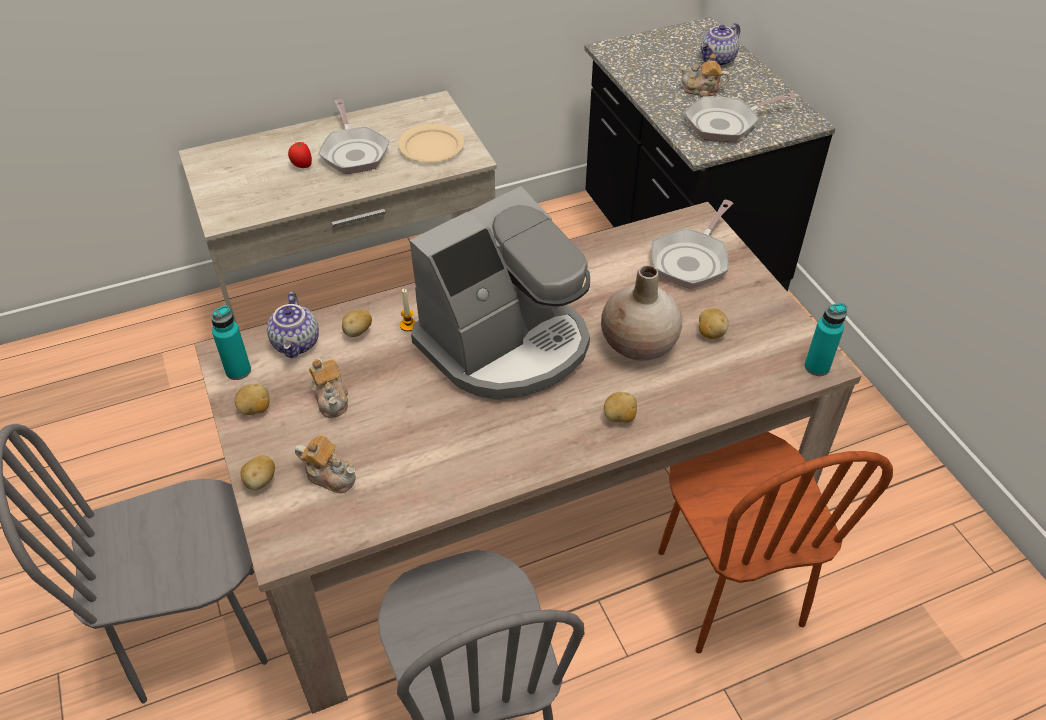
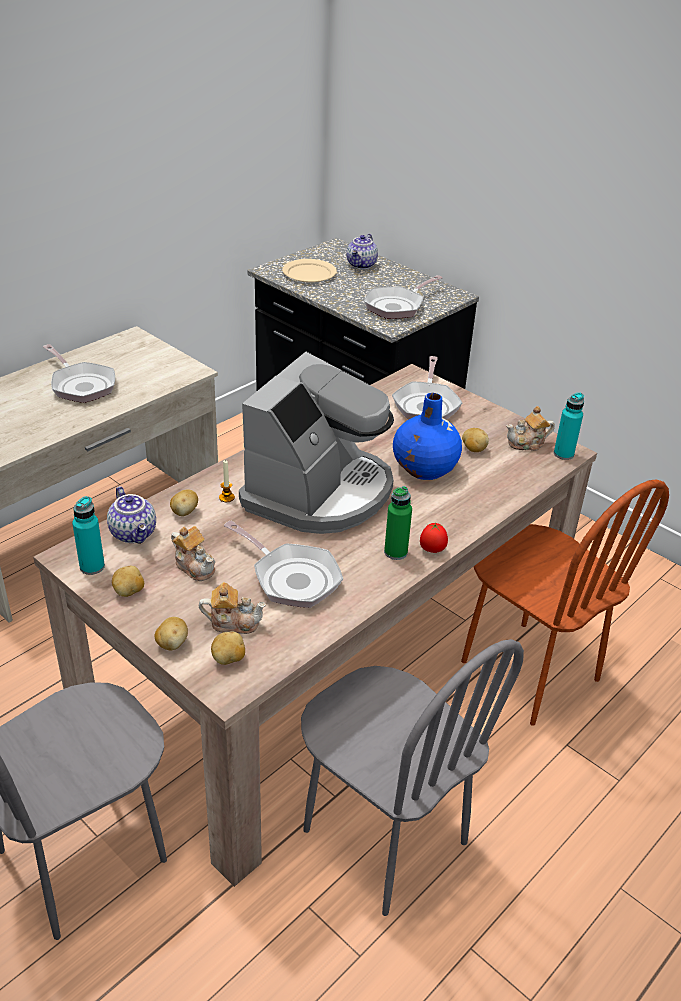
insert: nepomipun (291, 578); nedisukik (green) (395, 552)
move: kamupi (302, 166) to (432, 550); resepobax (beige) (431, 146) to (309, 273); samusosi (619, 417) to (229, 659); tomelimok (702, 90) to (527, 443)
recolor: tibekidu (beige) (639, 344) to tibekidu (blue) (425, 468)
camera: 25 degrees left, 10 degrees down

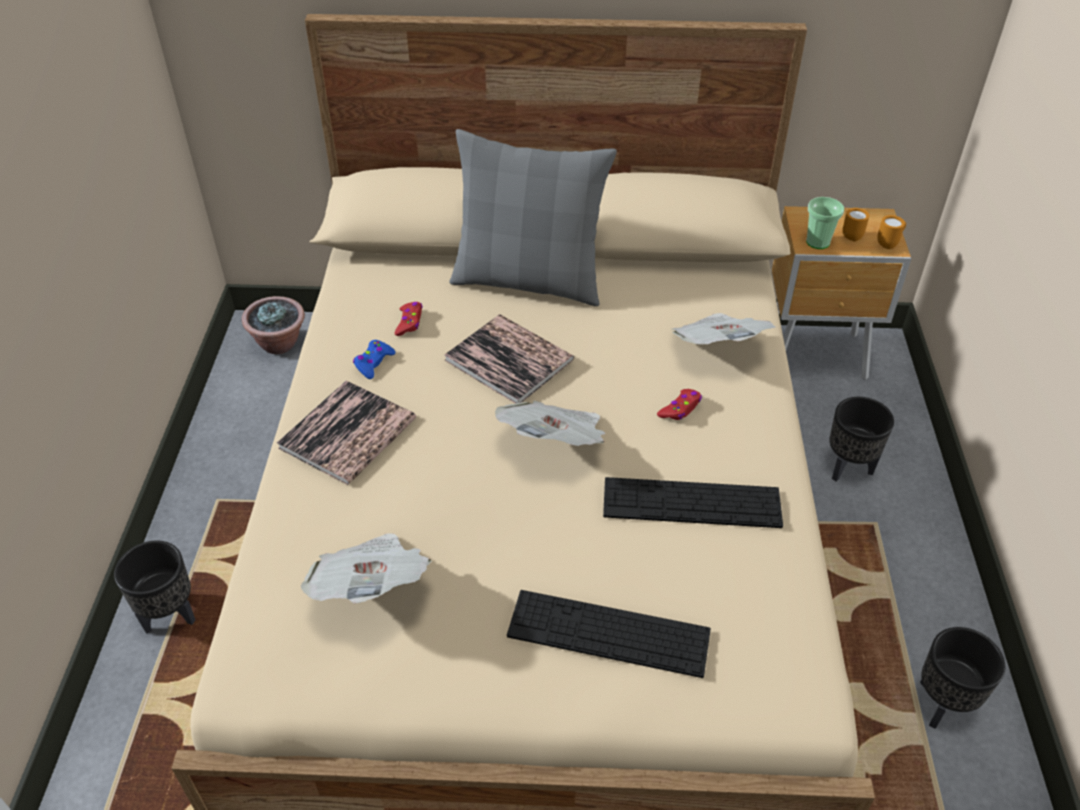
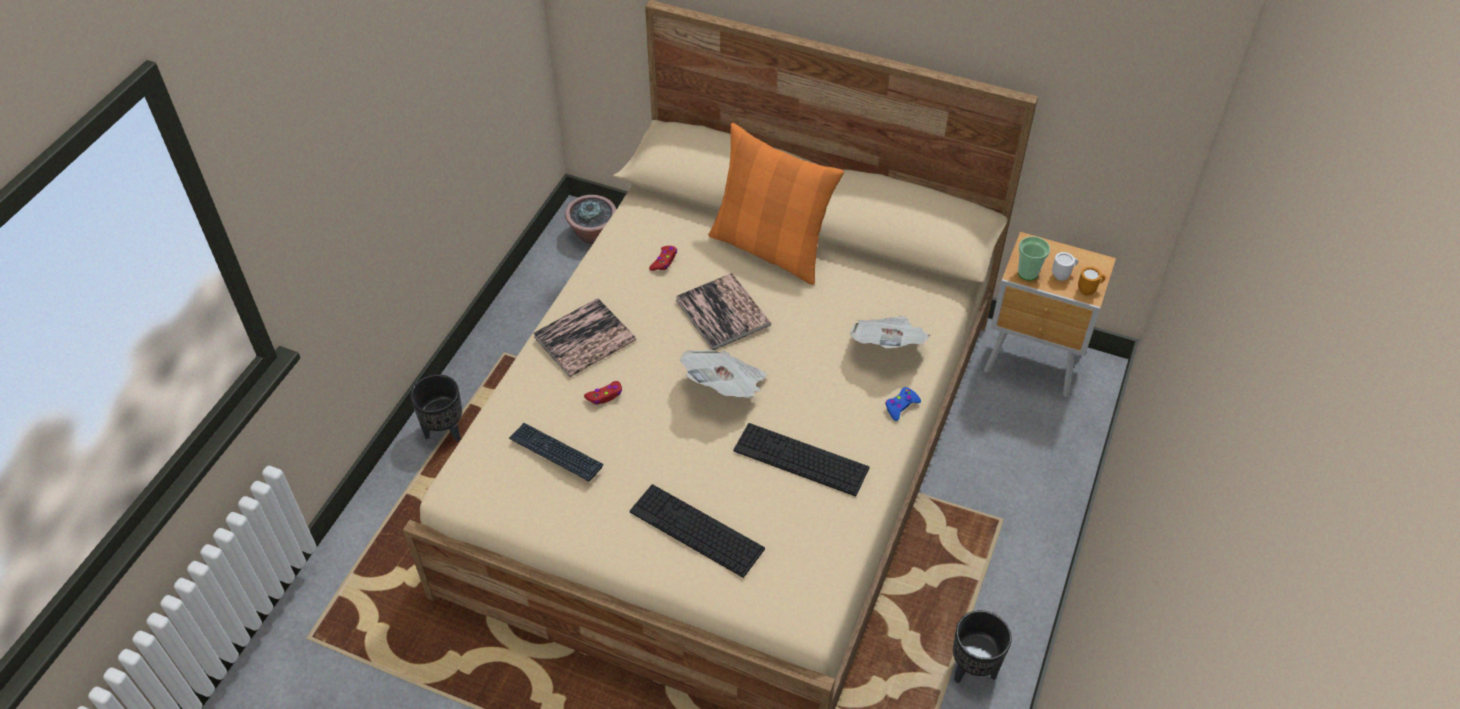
delete: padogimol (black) (849, 468)
move: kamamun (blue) (373, 363) to (901, 406); kamamun (red) (680, 409) to (605, 396)
replace: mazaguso (371, 587) to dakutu (556, 453)
recolor: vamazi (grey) (528, 281) to vamazi (orange) (770, 249); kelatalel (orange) (854, 236) to kelatalel (white) (1062, 275)
camera: 20 degrees right, 5 degrees up

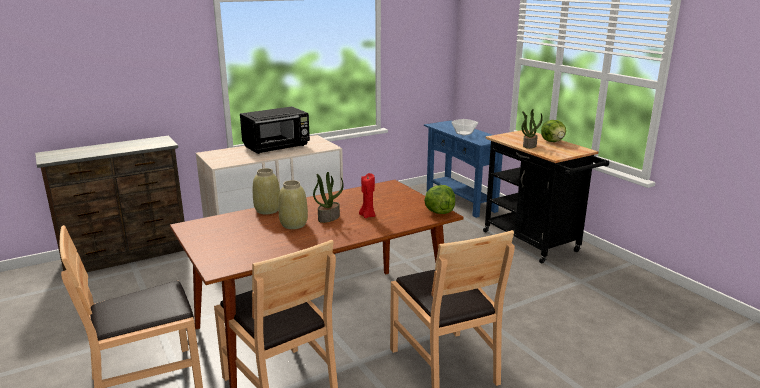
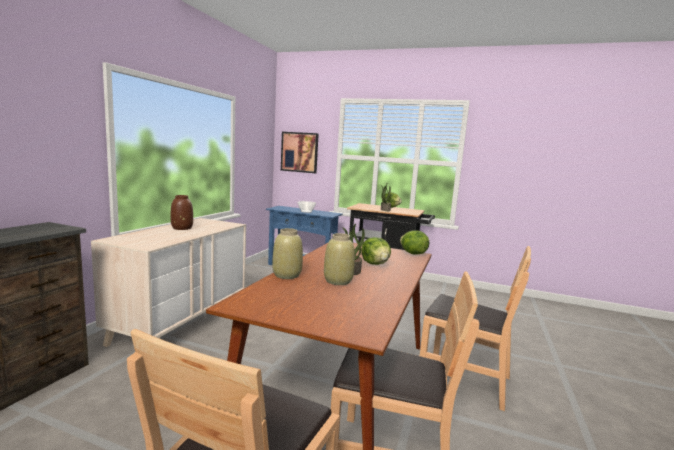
insert: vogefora (299, 152)
replace: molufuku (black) (277, 147) to tibekidu (brown) (182, 228); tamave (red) (367, 215) to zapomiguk (375, 264)
camera: 40 degrees left, 10 degrees down

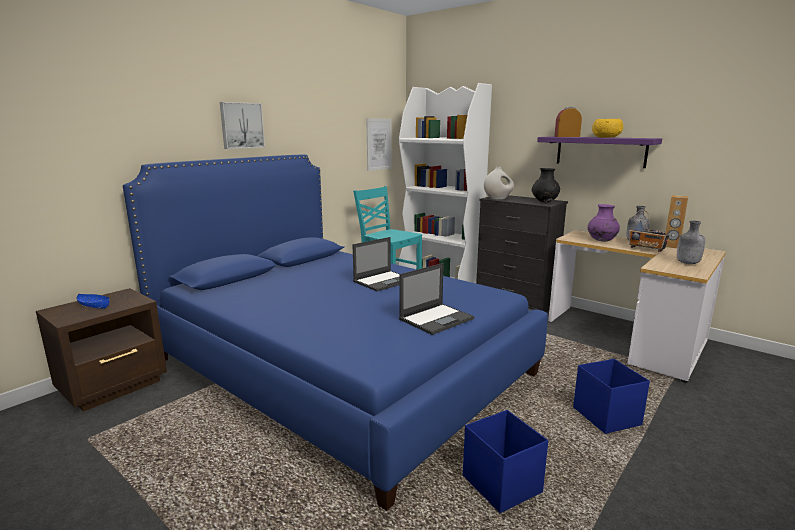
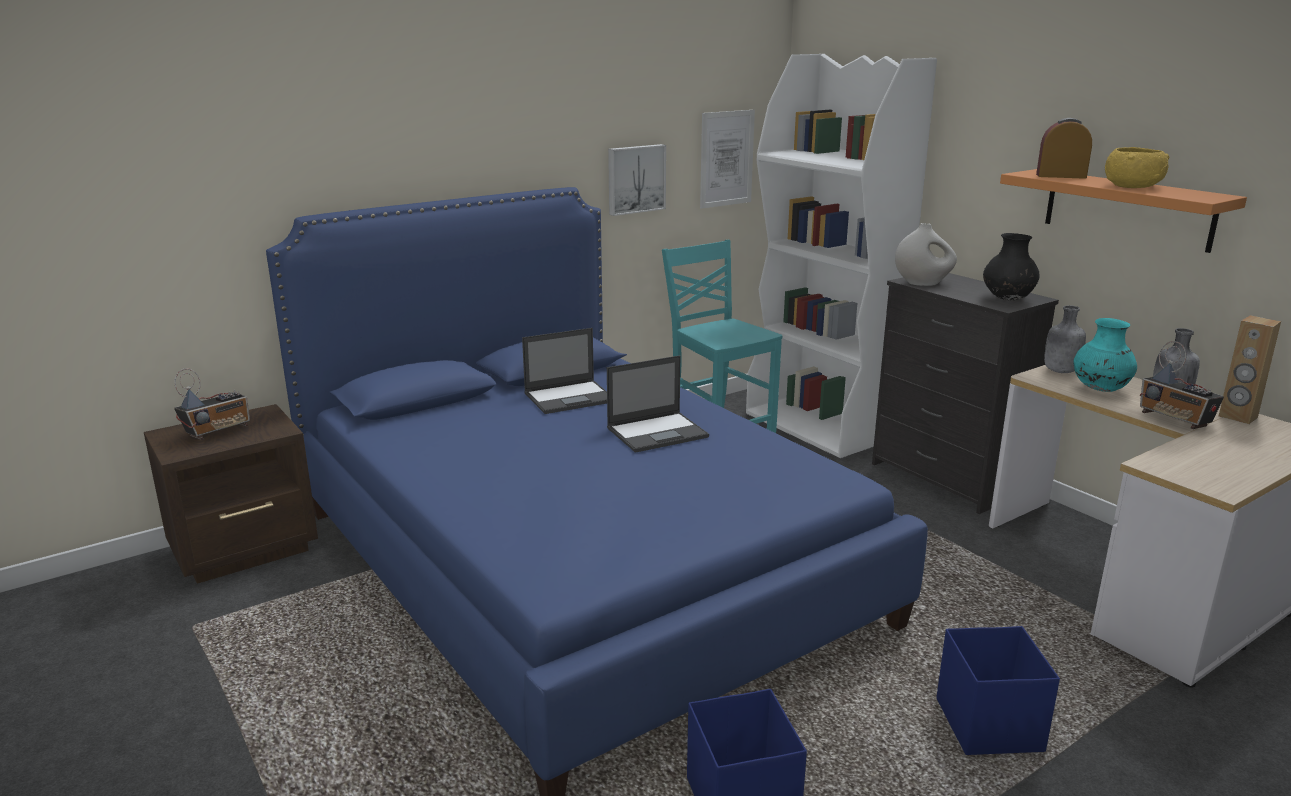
move: vogefora (241, 125) to (635, 179); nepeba (437, 319) to (570, 397); nedisukik (grey) (687, 263) to (1059, 371)
replace: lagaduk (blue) (94, 305) to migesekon (218, 431)
recolor: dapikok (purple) (600, 151) to dapikok (orange) (1127, 209); tibekidu (purple) (601, 241) to tibekidu (turquoise) (1100, 389)
camera: 15 degrees right, 5 degrees up

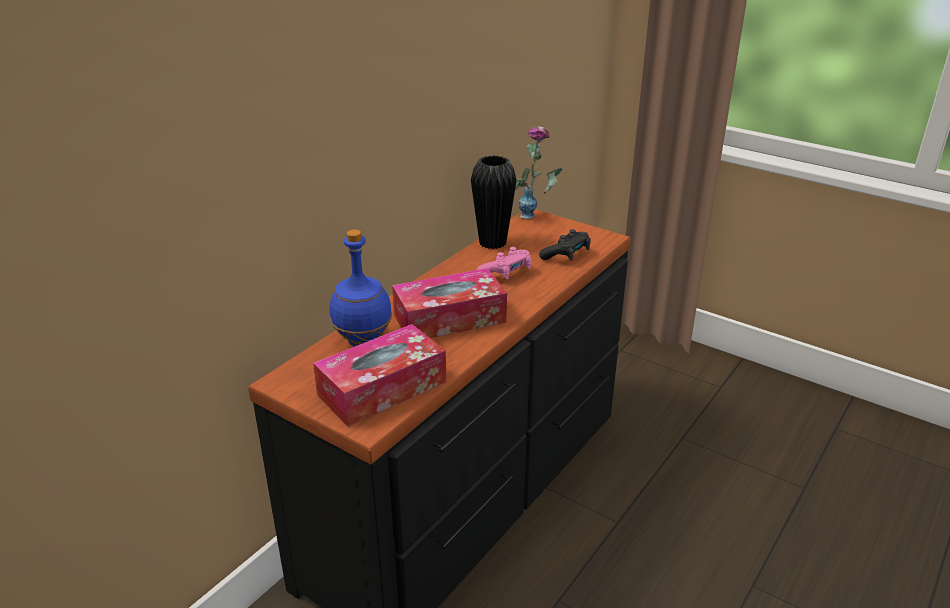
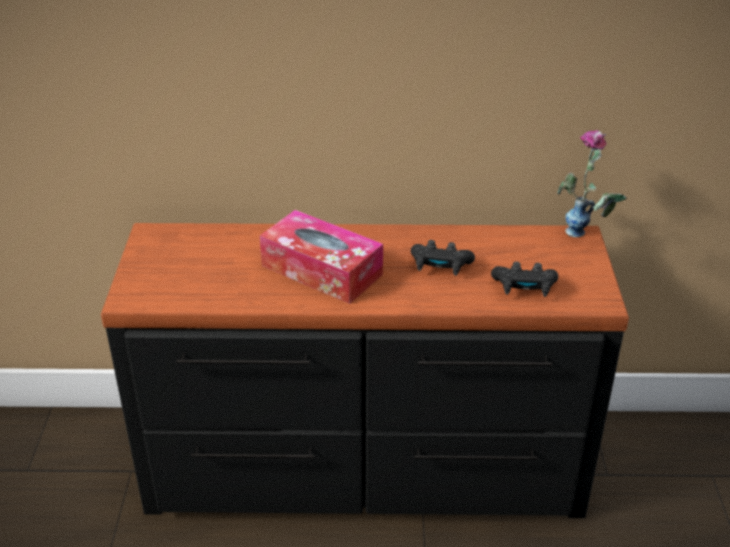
delete: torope (382, 388); nedisukik (blue) (362, 340); tibekidu (black) (492, 243)
recolor: kamamun (pink) (506, 273) to kamamun (black) (440, 267)
camera: 55 degrees right, 5 degrees up

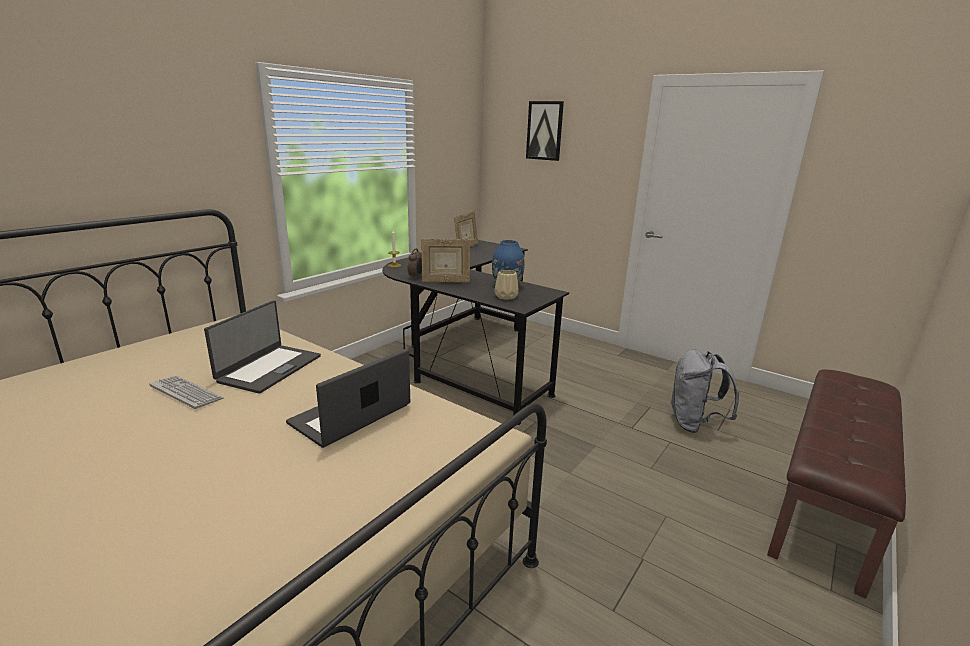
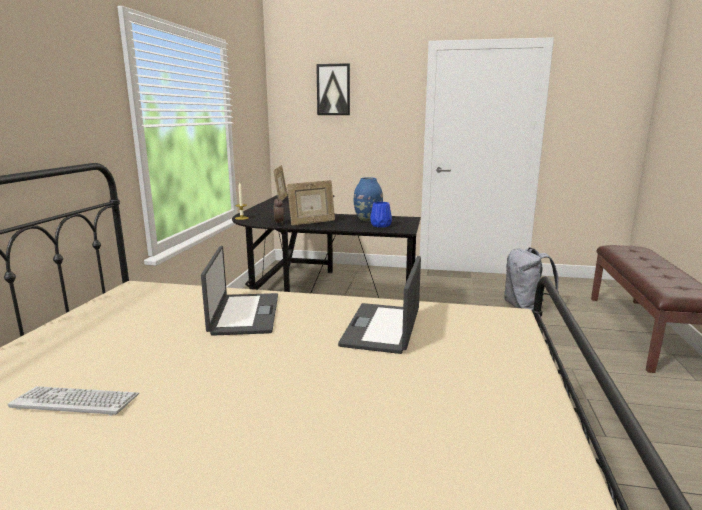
move: dakutu (186, 392) to (75, 401)
recolor: tibekidu (beige) (506, 296) to tibekidu (blue) (381, 225)
camera: 25 degrees left, 5 degrees down

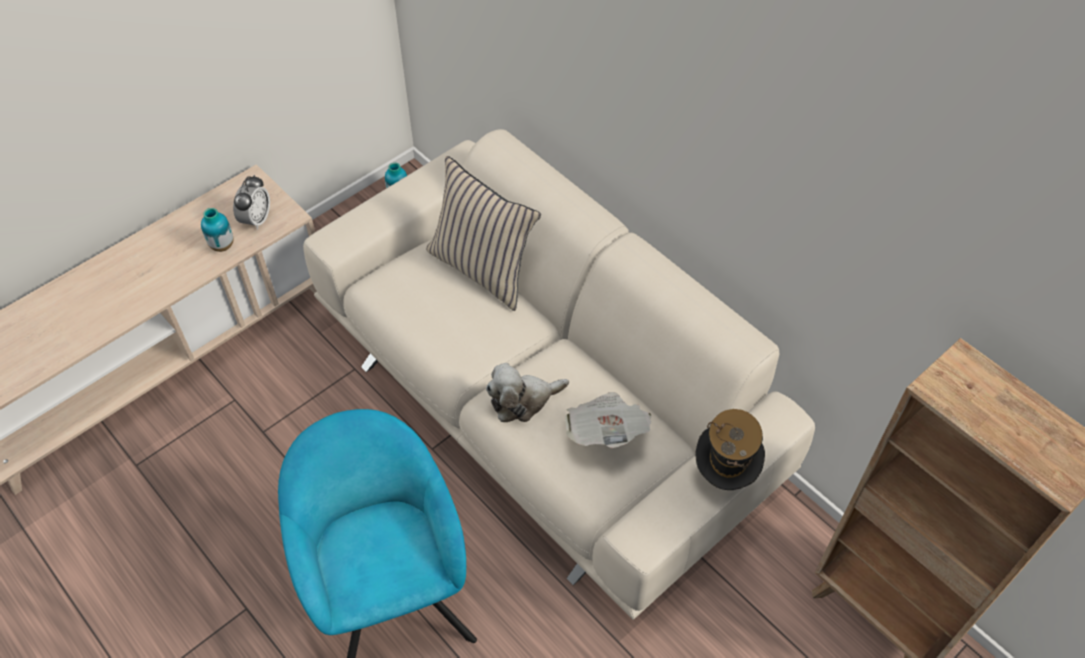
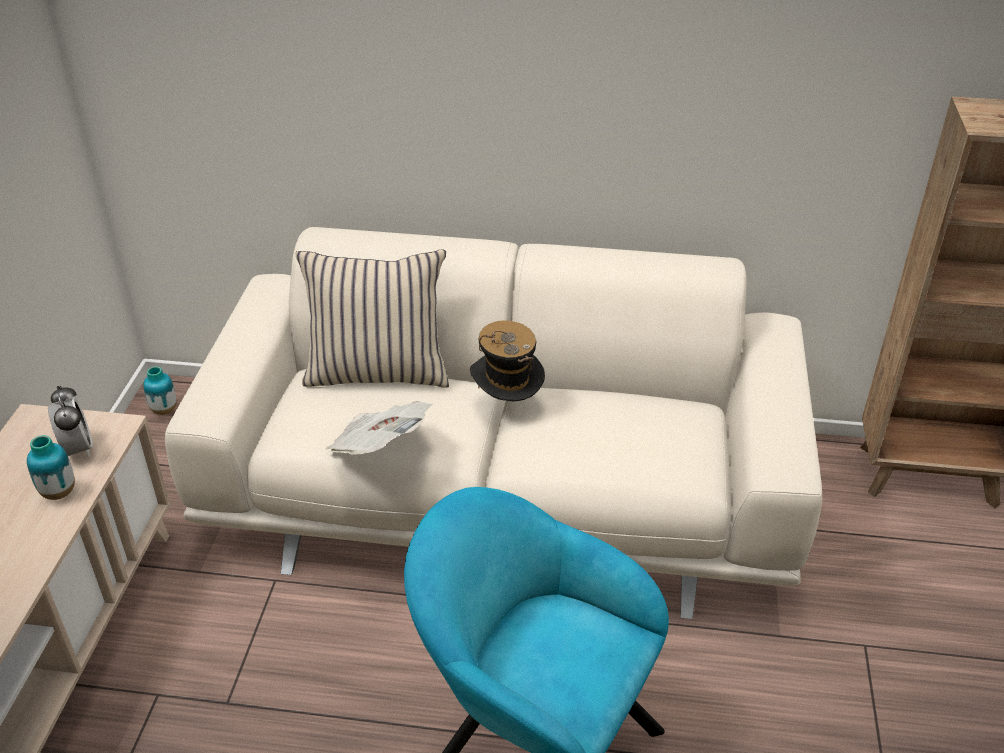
delete: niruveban (523, 400)
move: mazaguso (606, 431) to (380, 448); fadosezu (724, 474) to (507, 405)
camera: 40 degrees left, 15 degrees down

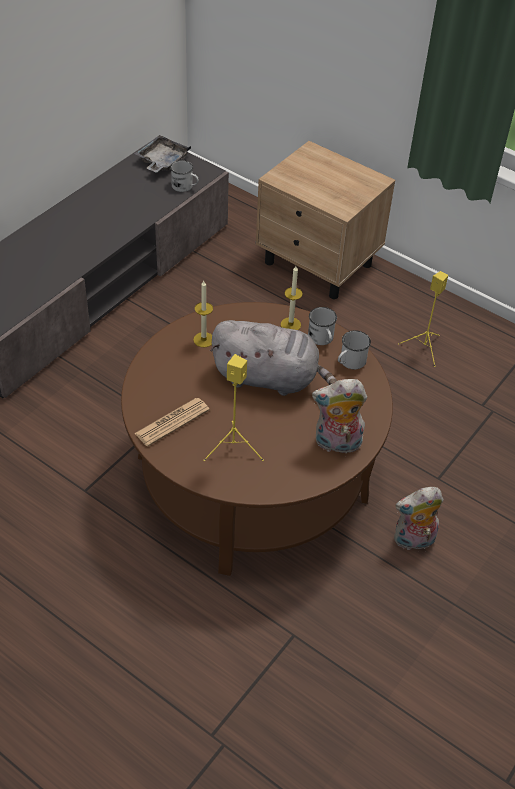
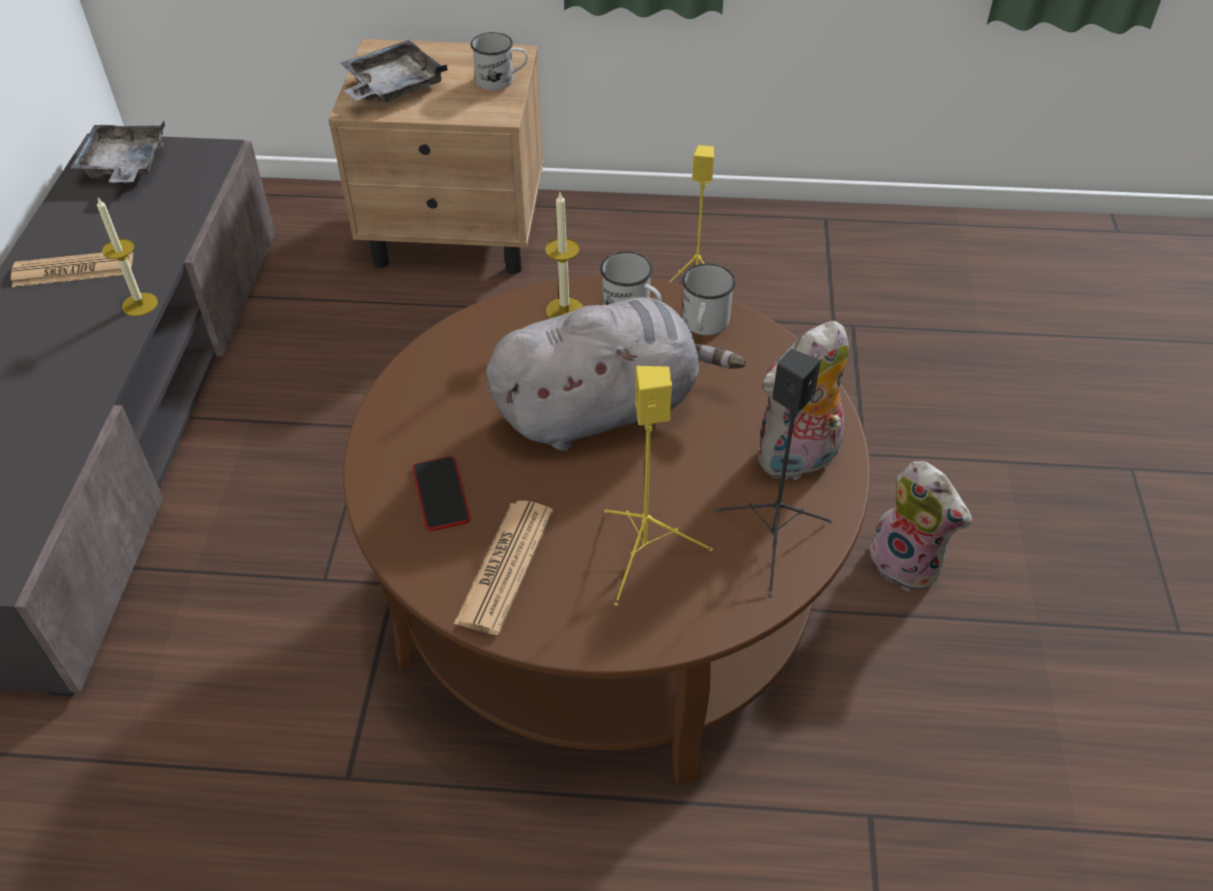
insert: mazaguso (73, 270); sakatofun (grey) (393, 87); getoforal (441, 494); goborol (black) (773, 540)
move: kelatalel (white) (185, 187) to (501, 80); tamave (203, 339) to (140, 304)
rotate: niruveban (413, 541) = (908, 563) 90 degrees counterclockwise
camera: 30 degrees left, 0 degrees up

